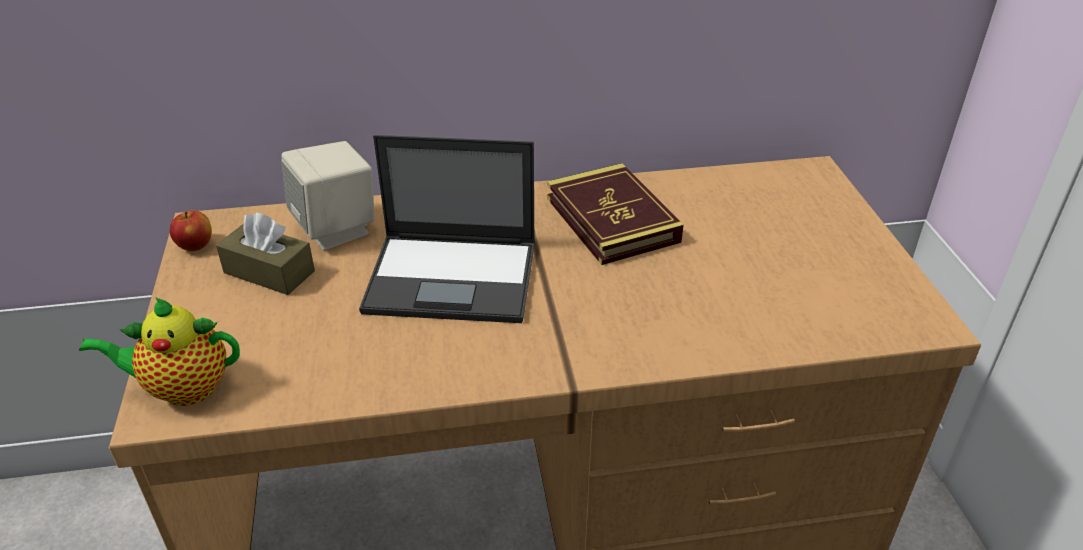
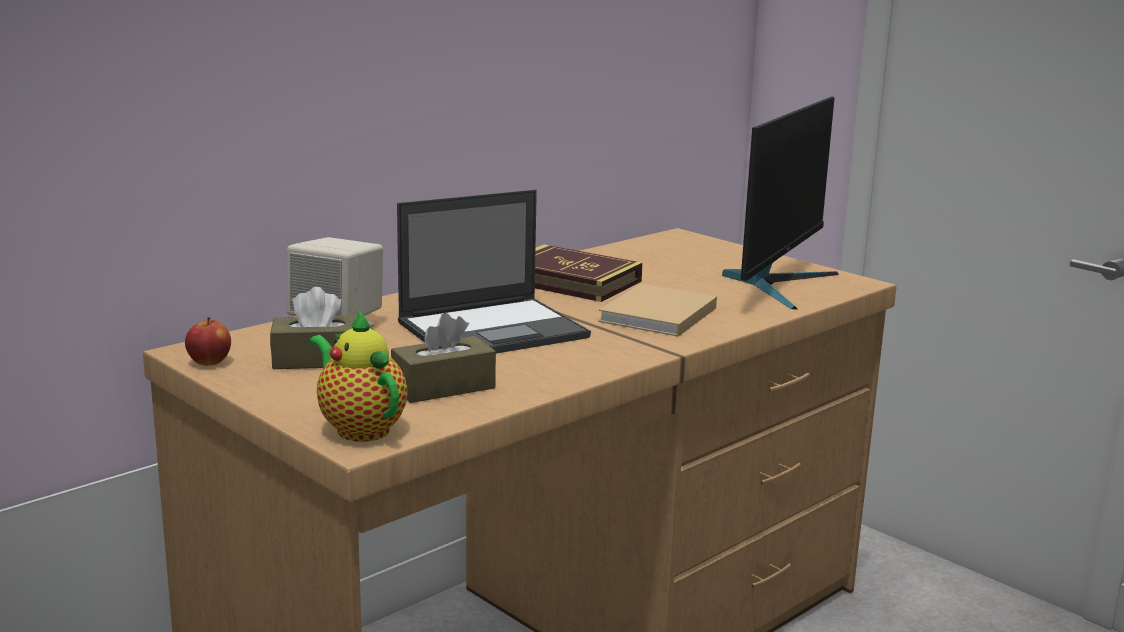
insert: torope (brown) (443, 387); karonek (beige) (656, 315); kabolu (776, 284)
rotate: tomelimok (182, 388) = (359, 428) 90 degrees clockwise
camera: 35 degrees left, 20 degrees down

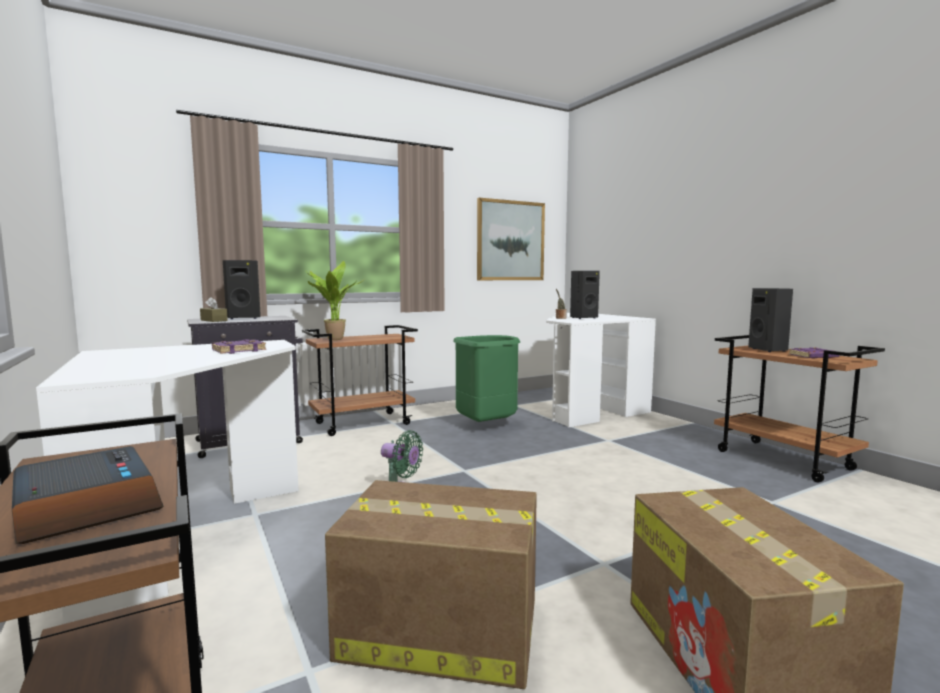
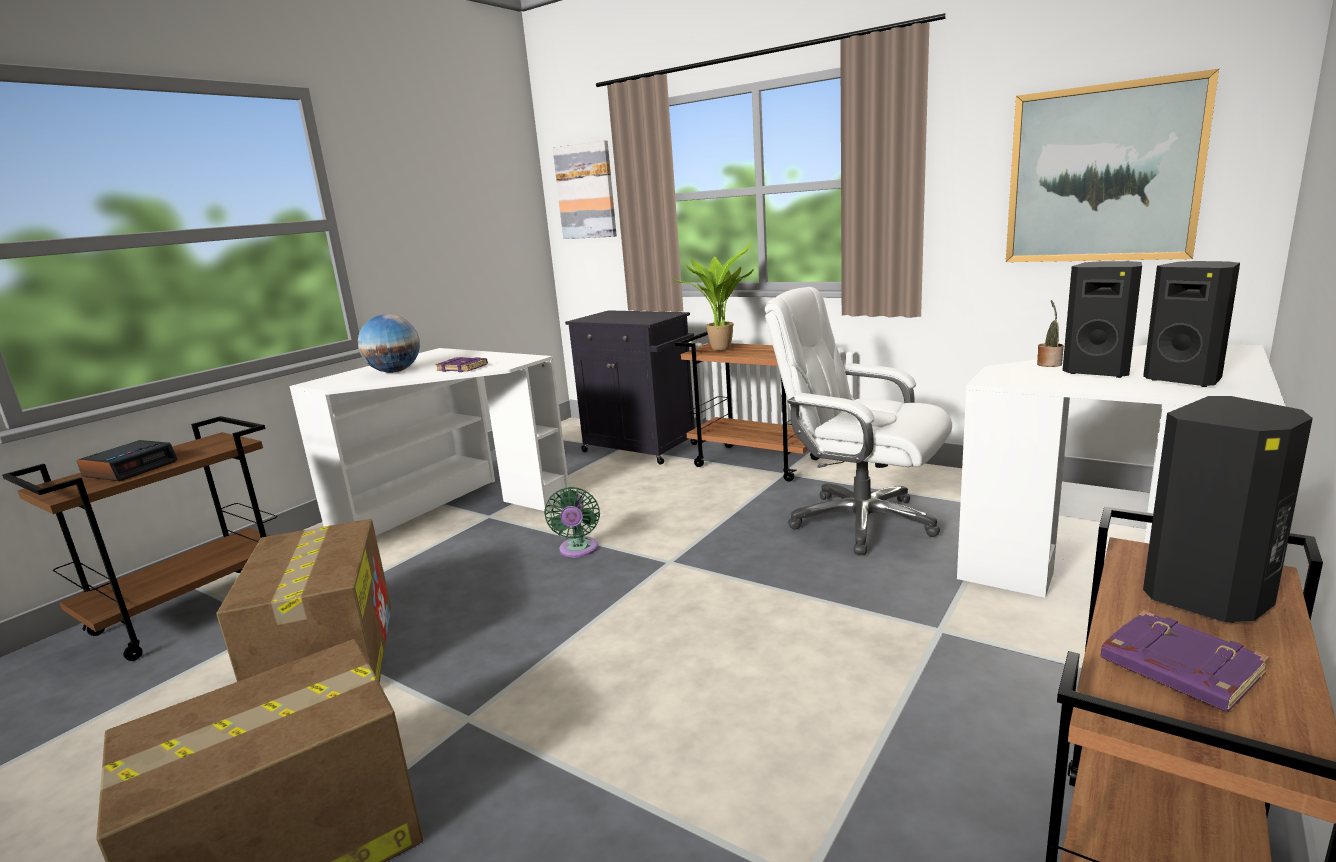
delete: torope (brown) (214, 320)
insert: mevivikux (394, 371); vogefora (586, 191)
move: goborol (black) (245, 318) to (1184, 379)
replace: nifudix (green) (487, 425) to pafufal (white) (860, 522)
camera: 65 degrees right, 10 degrees up

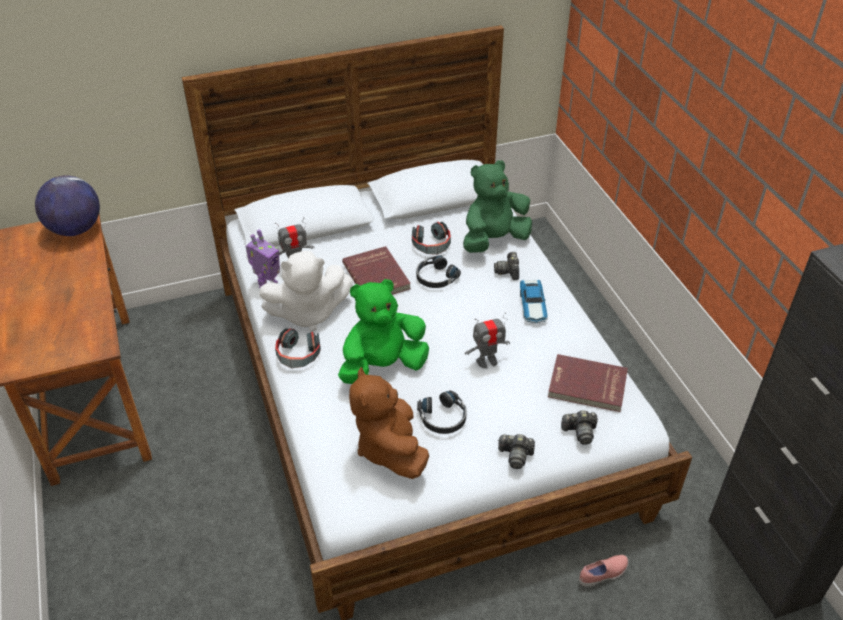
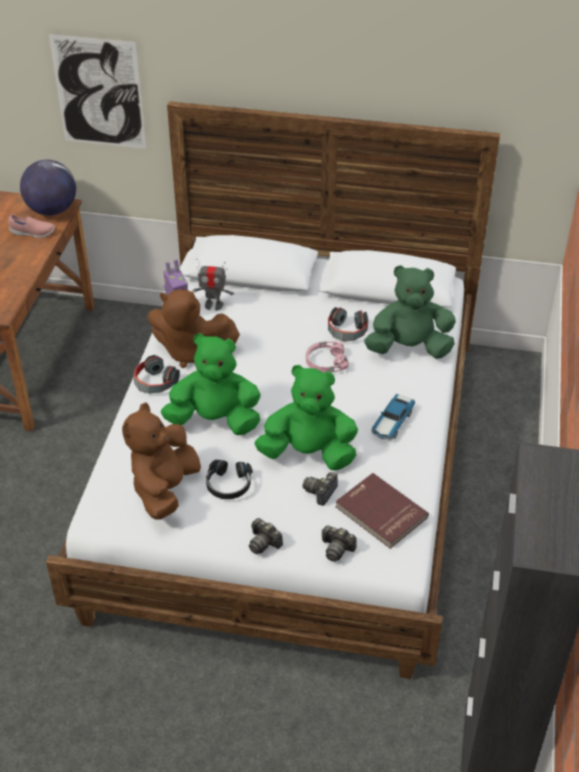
delete: karonek (red) (377, 276)
insert: vogefora (99, 93)
move: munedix (508, 271) to (321, 492); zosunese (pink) (603, 575) to (32, 233)
replace: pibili (487, 361) to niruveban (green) (308, 453)
recolor: niruveban (white) (308, 313) to niruveban (brown) (191, 351); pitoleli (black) (435, 277) to pitoleli (pink) (325, 362)
camera: 30 degrees right, 0 degrees up

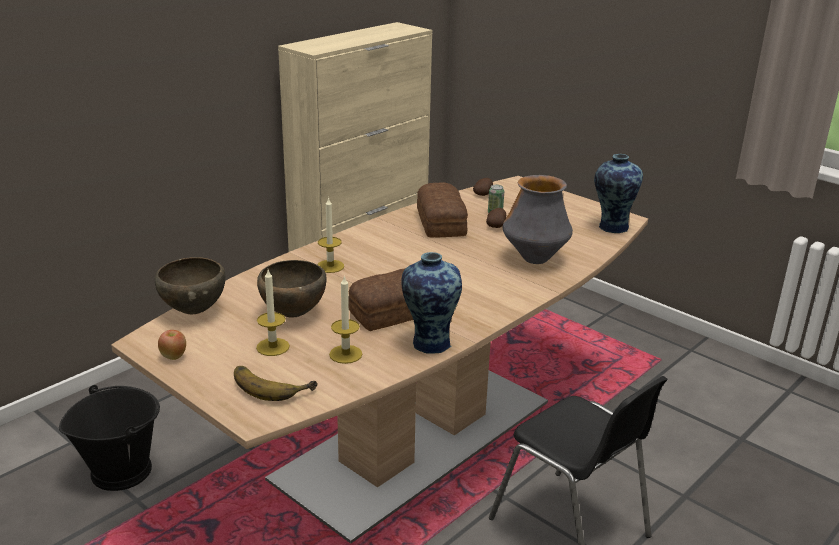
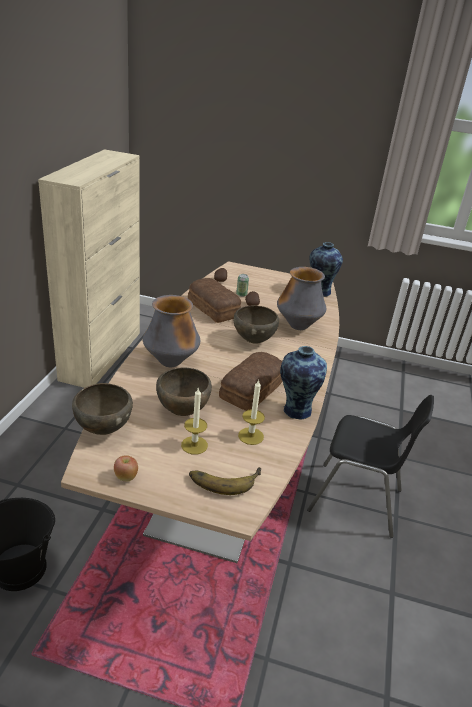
insert: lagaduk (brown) (254, 341)
replace: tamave (330, 266) to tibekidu (171, 362)
camera: 30 degrees left, 5 degrees up

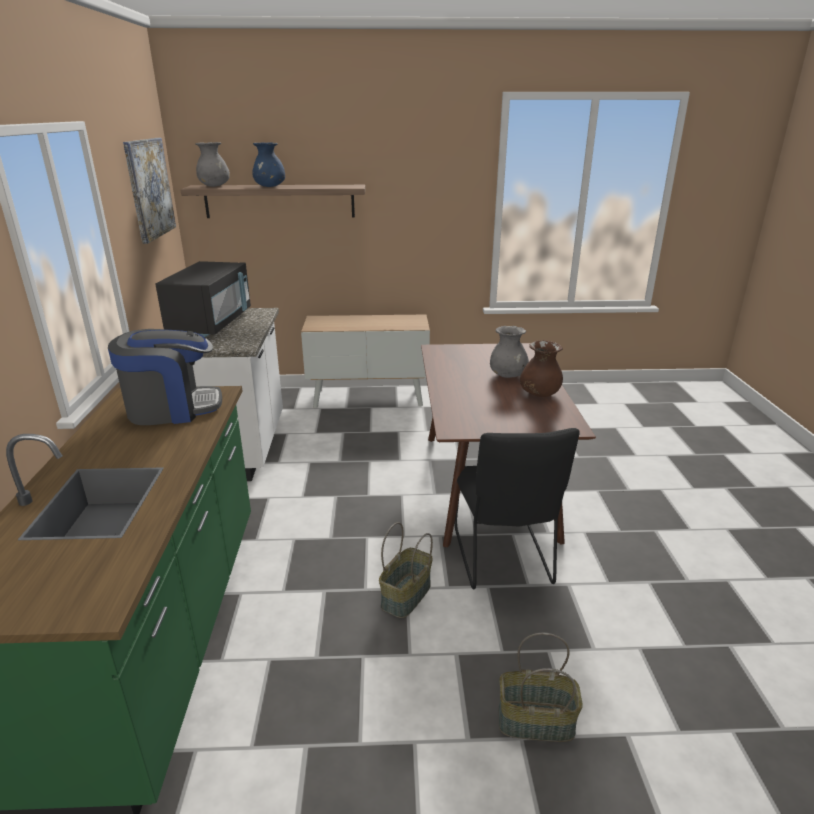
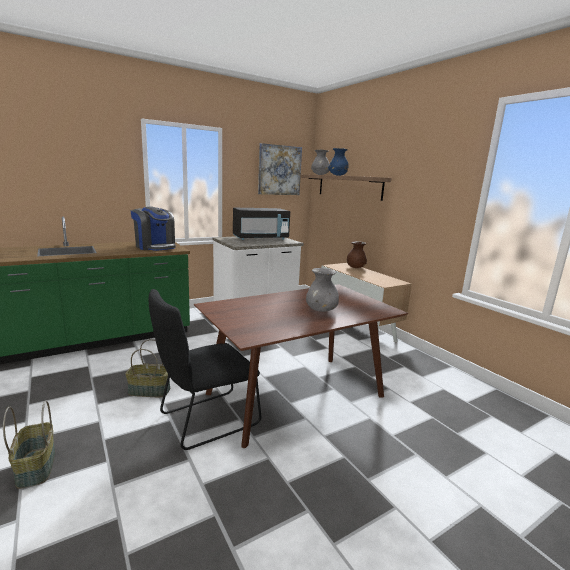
move: tibekidu (brown) (539, 394) to (355, 267)
camera: 60 degrees right, 10 degrees down

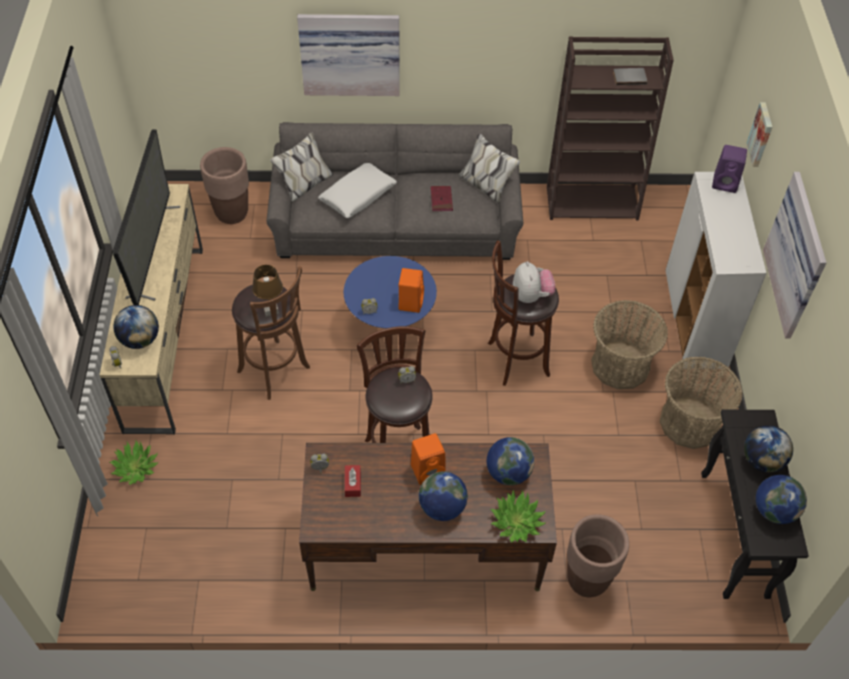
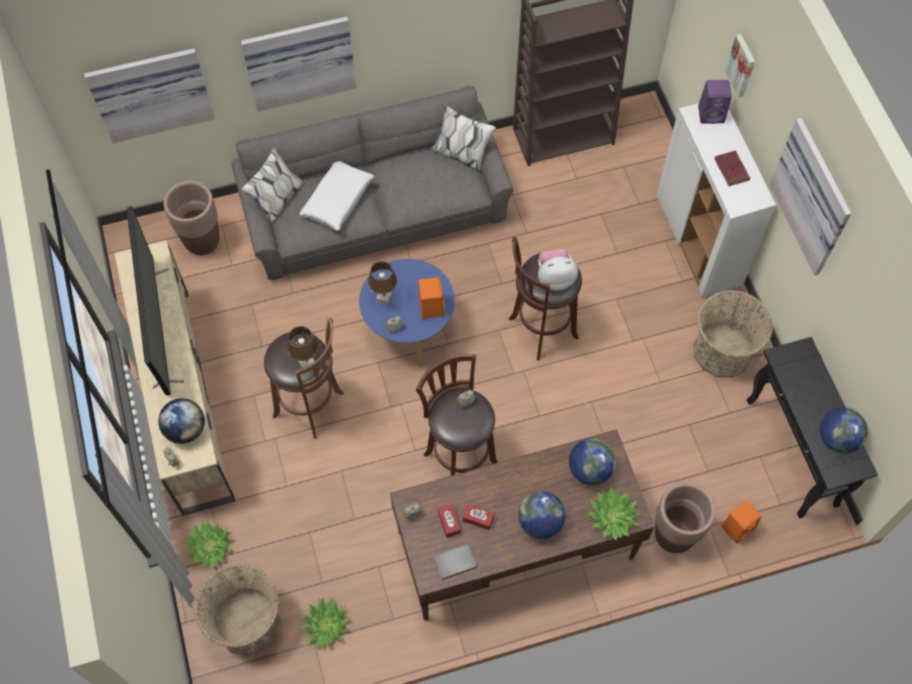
delete: mevivikux (762, 460)
insert: vogefora (151, 92); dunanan (325, 625); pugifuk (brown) (384, 298); torope (red) (478, 519)
move: goborol (orange) (428, 470) to (738, 527); karonek (red) (441, 200) to (731, 169); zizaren (620, 365) to (247, 622); karonek (grey) (629, 77) to (454, 561)
rotate: niruveban (531, 295) = (555, 278) 75 degrees counterclockwise
camera: 15 degrees left, 10 degrees up

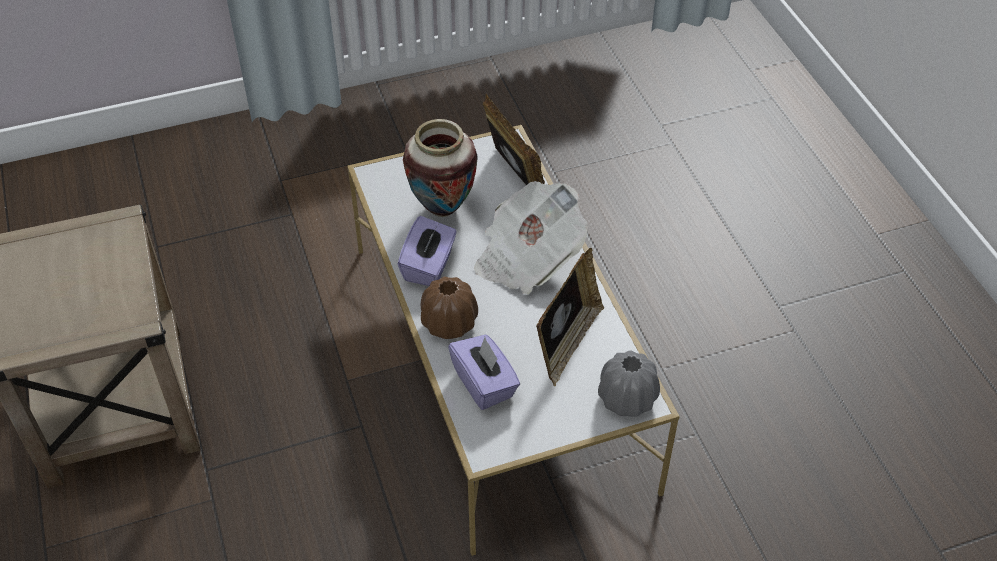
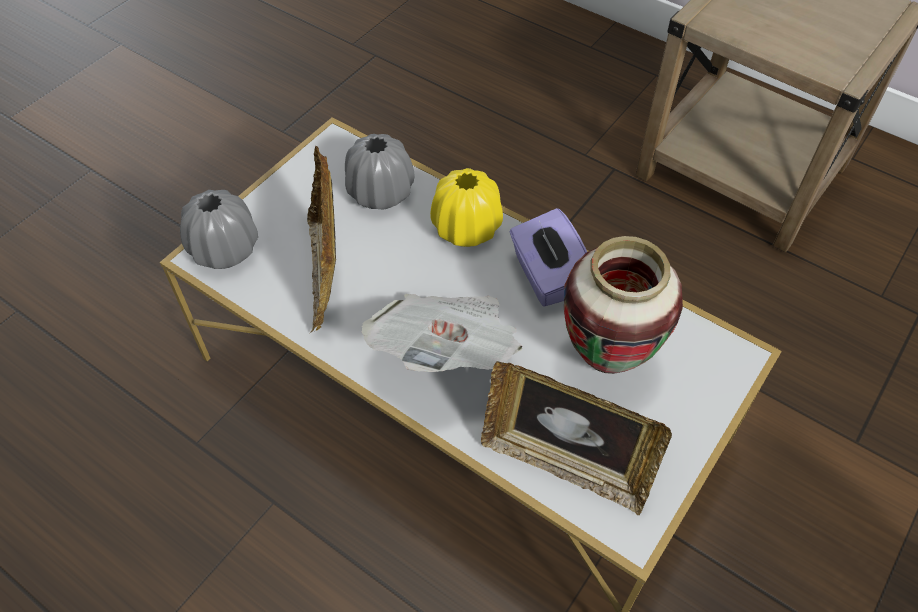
replace: torope (purple) (484, 384) to tibekidu (grey) (381, 193)
recolor: tibekidu (brown) (449, 323) to tibekidu (yellow) (466, 228)
camera: 145 degrees right, 5 degrees up

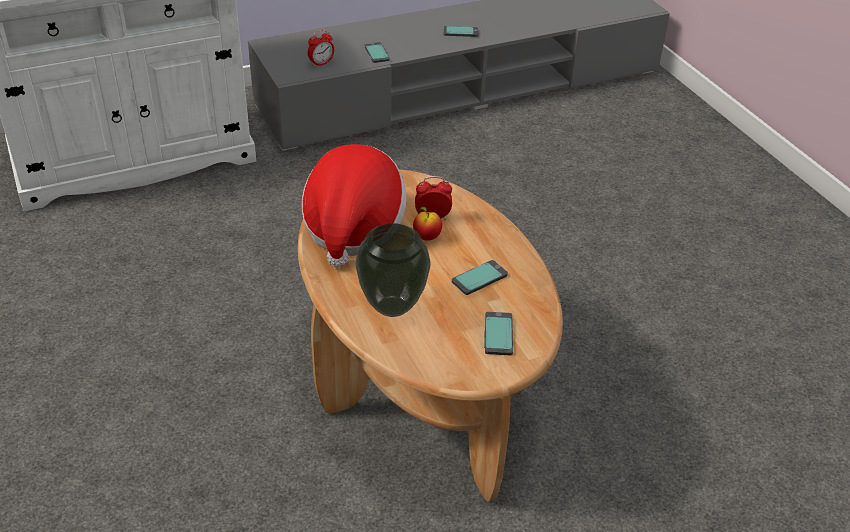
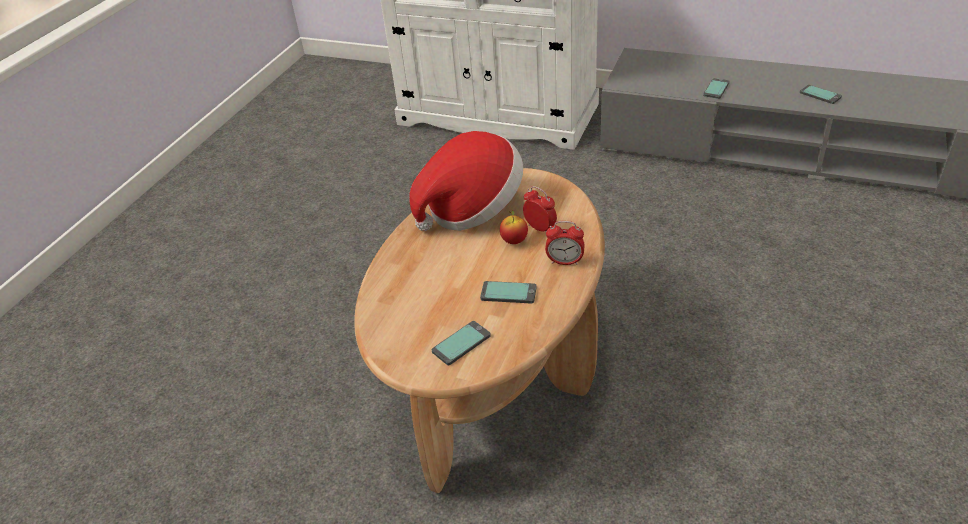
delete: tibekidu (392, 306)
move: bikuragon (321, 63) to (565, 262)
camera: 50 degrees right, 0 degrees up

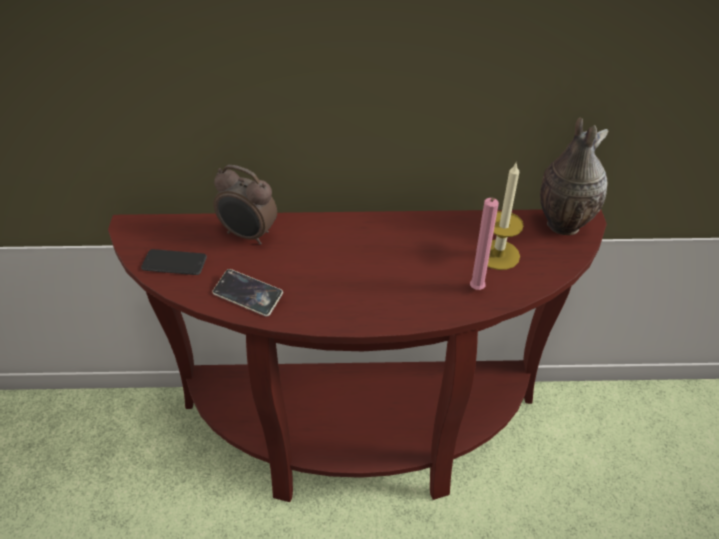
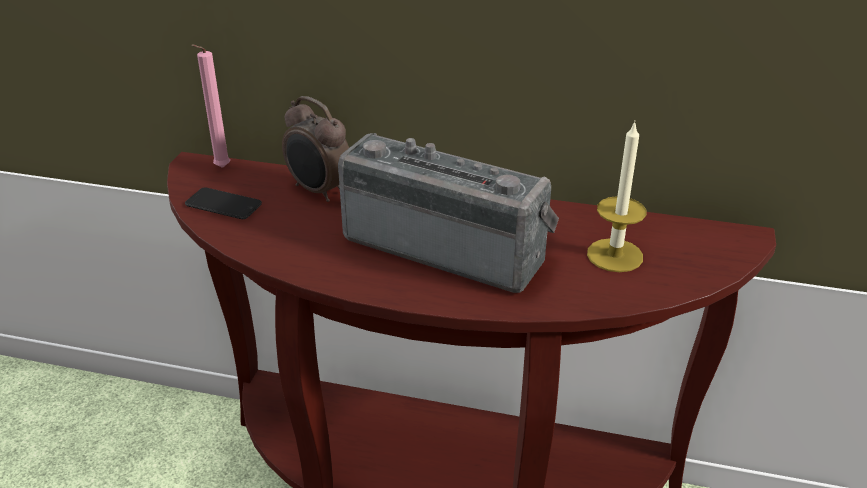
delete: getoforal (248, 295); tibekidu (560, 224)
insert: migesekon (447, 246)
move: tamave (pink) (476, 290) to (220, 168)
camera: 15 degrees right, 10 degrees down

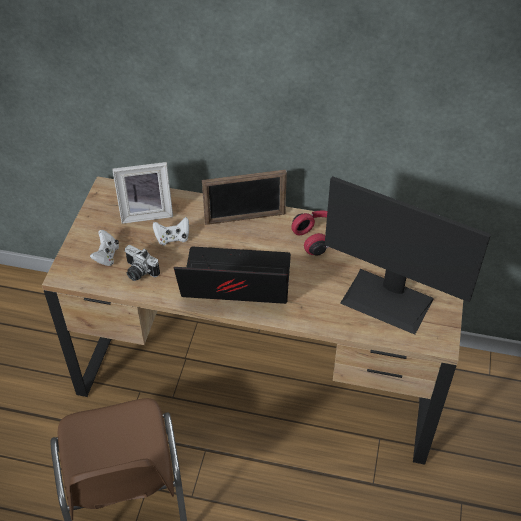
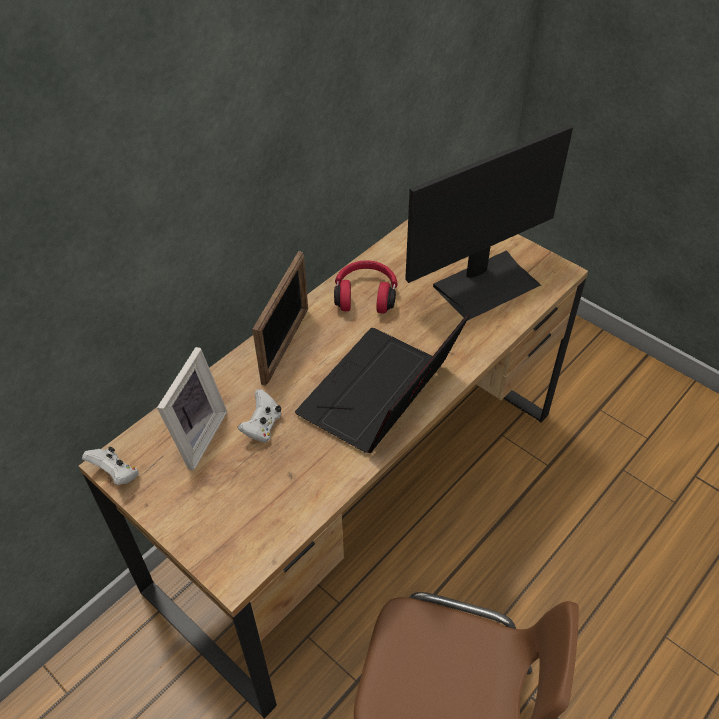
delete: munedix (138, 272)
move: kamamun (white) (106, 256) to (116, 474)
camera: 60 degrees left, 0 degrees up

